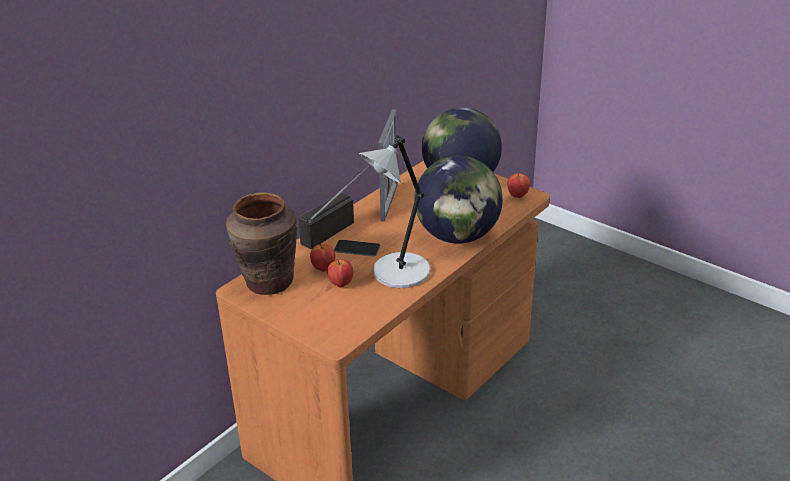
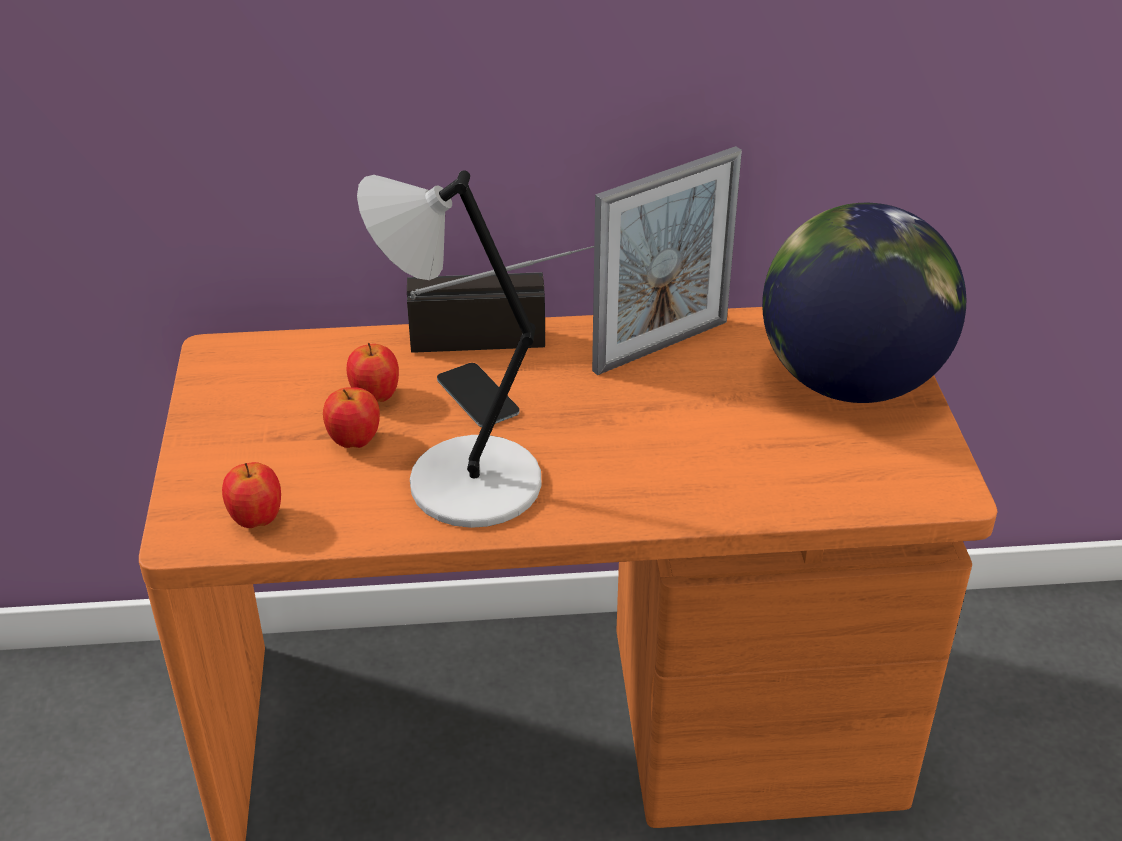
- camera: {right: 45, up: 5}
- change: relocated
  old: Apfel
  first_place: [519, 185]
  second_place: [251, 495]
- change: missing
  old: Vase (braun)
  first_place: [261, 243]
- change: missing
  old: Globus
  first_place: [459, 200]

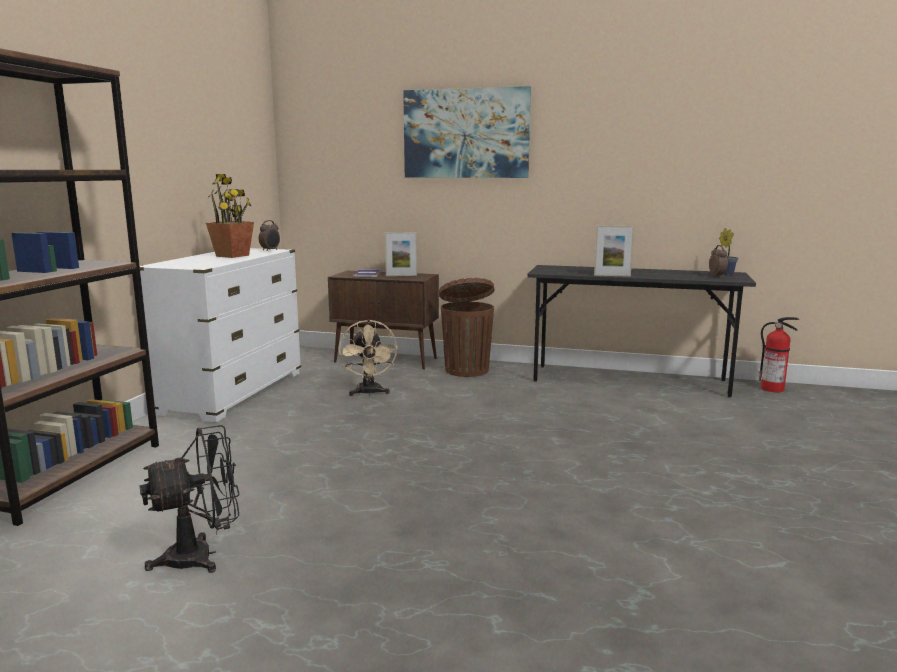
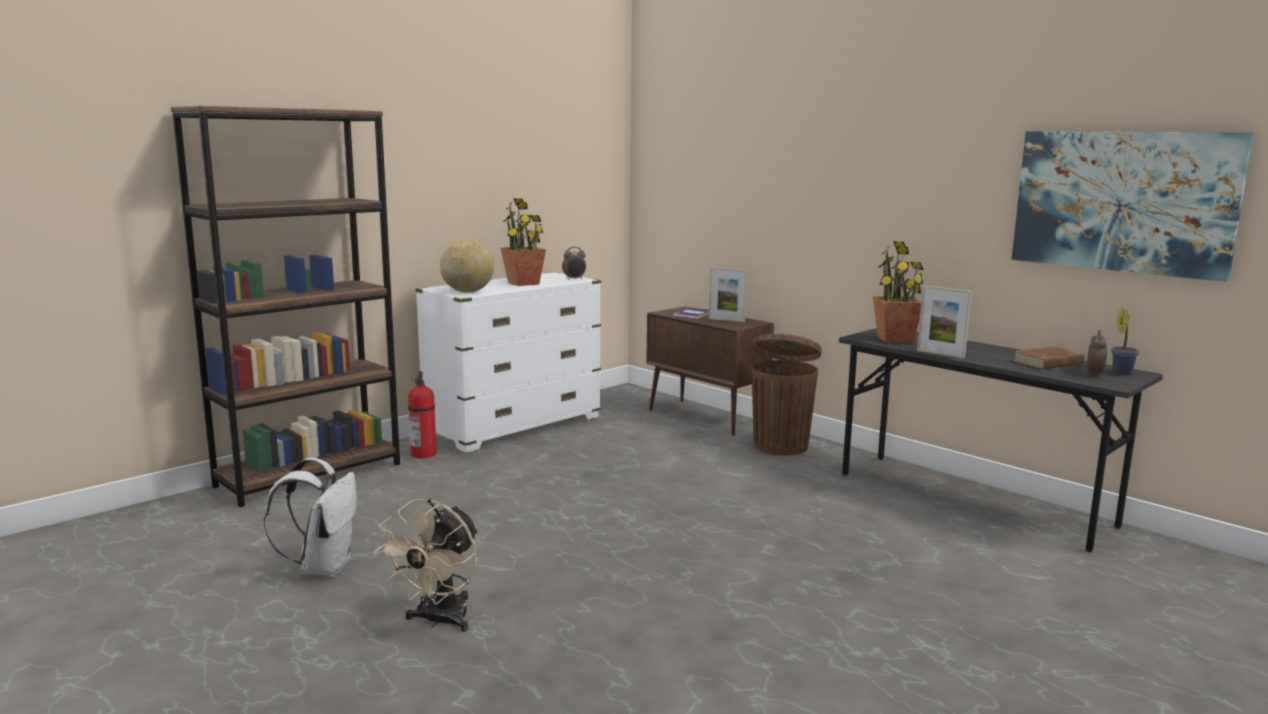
- camera: {right: 30, up: 0}
- change: exchanged
  old: Ventilator (schwarz)
  new: Rucksack (weiß)
  first_place: [189, 499]
  second_place: [310, 517]
- change: relocated
  old: Ventilator (beige)
  first_place: [368, 358]
  second_place: [426, 565]
- change: relocated
  old: Feuerlöscher
  first_place: [779, 354]
  second_place: [422, 415]
- change: appeared
  new: Globus
  second_place: [467, 266]
- change: appeared
  new: Topfpflanze
  second_place: [898, 292]
- change: relocated
  old: Bild
  first_place: [467, 132]
  second_place: [1133, 206]
- change: appeared
  new: Buch (braun)
  second_place: [1048, 357]

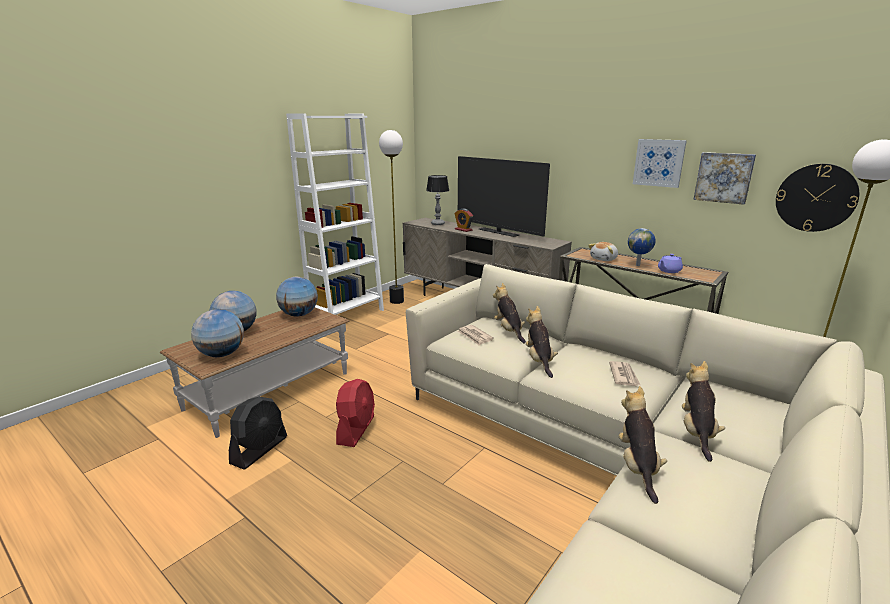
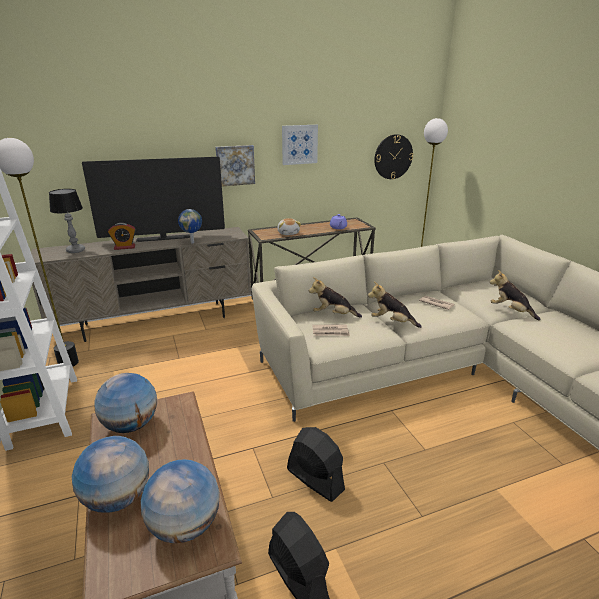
- camera: {right: -60, up: 5}
- change: relocated
  old: Globus
  first_place: [642, 247]
  second_place: [190, 226]
- change: relocated
  old: Bild
  first_place: [724, 178]
  second_place: [235, 165]
- change: colour
  old: Ventilator (rot)
  new: Ventilator (schwarz)
  first_place: [355, 413]
  second_place: [316, 464]
- change: missing
  old: Plüschtier
  first_place: [643, 445]

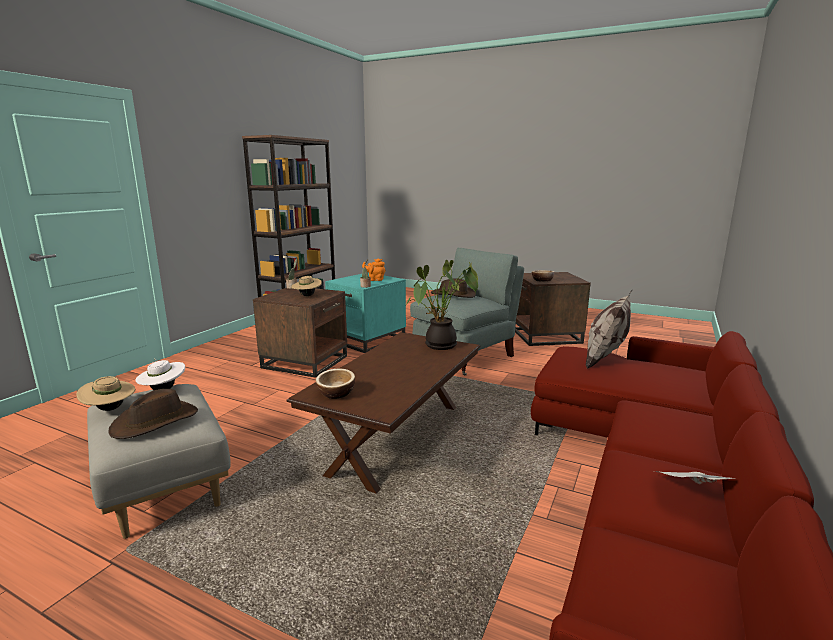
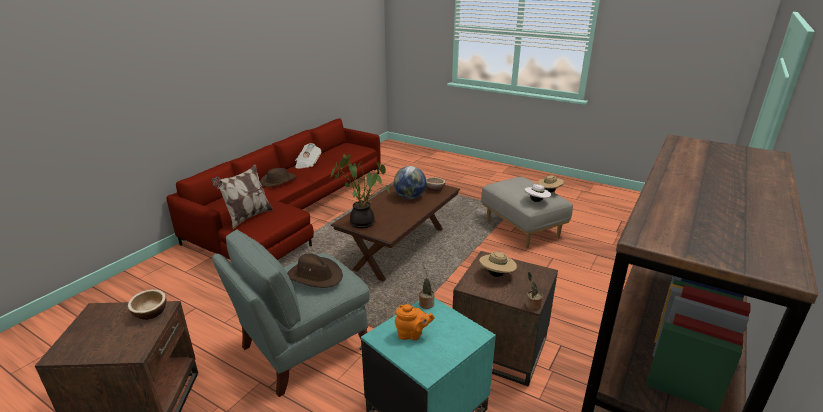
- camera: {right: -175, up: 10}
- change: relocated
  old: Hut (braun)
  first_place: [153, 414]
  second_place: [278, 177]
- change: appeared
  new: Globus
  second_place: [410, 182]

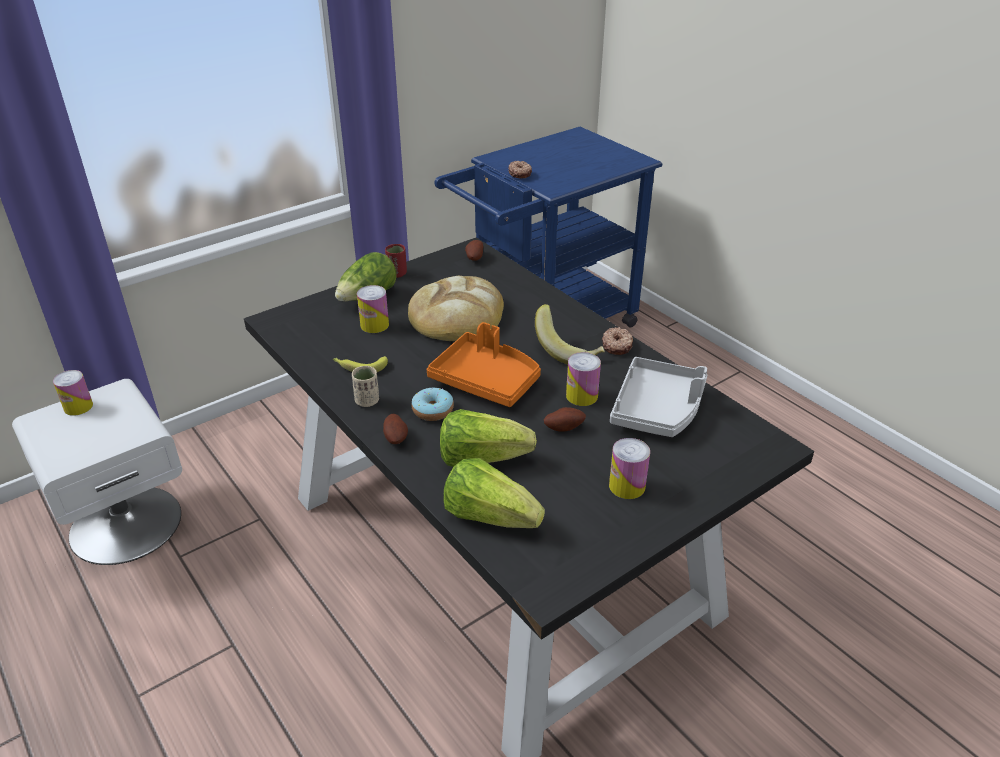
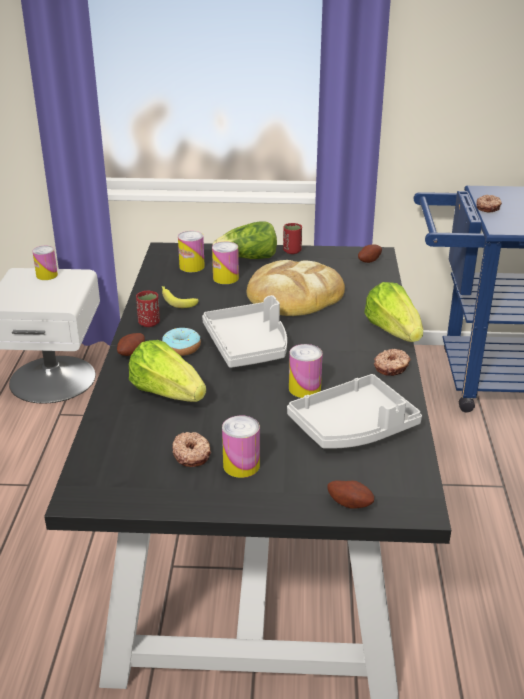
- camera: {right: 40, up: -5}
- change: colour
  old: Tasse (beige)
  new: Tasse (rot)
  first_place: [365, 386]
  second_place: [148, 309]
- change: appeared
  new: Donut
  second_place: [191, 449]
- change: appeared
  new: Dose
  second_place: [191, 251]
- change: colour
  old: Tablett (orange)
  new: Tablett (grau)
  first_place: [484, 364]
  second_place: [244, 331]
- change: relocated
  old: Kartoffel
  first_place: [565, 419]
  second_place: [350, 494]
- change: relocated
  old: Salatkopf
  first_place: [494, 493]
  second_place: [393, 312]
- change: missing
  old: Banane
  first_place: [570, 334]

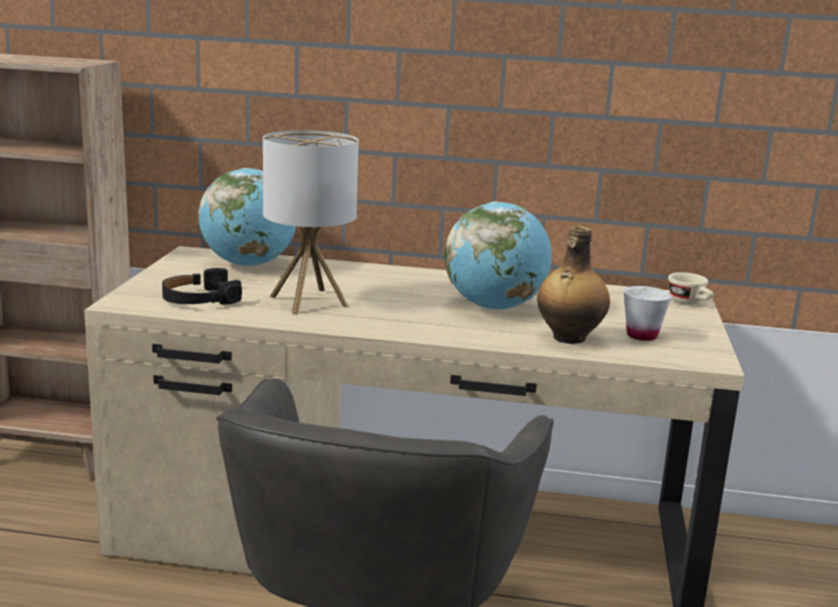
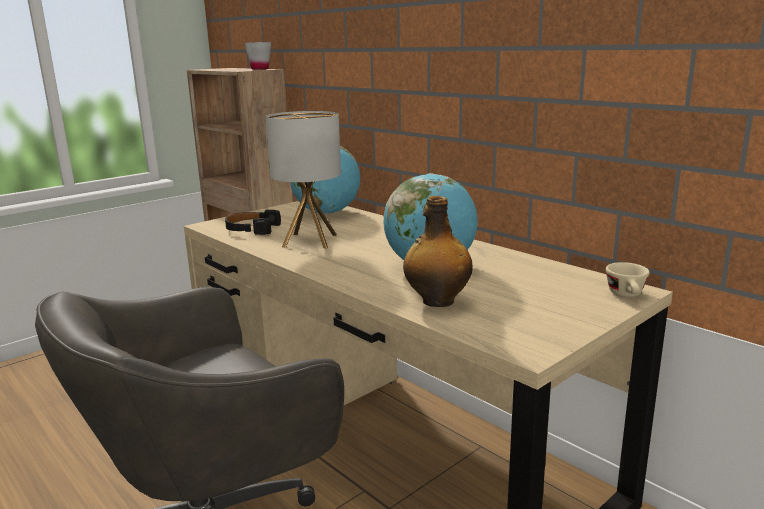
- camera: {right: 40, up: 0}
- change: relocated
  old: Tasse (weiß)
  first_place: [648, 313]
  second_place: [257, 56]

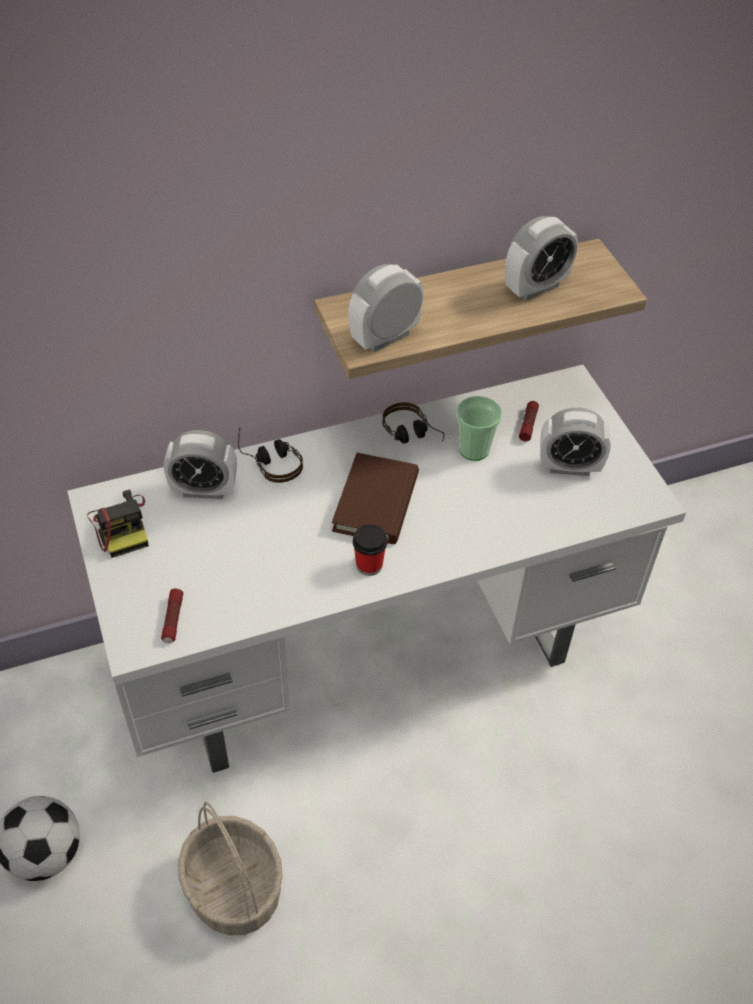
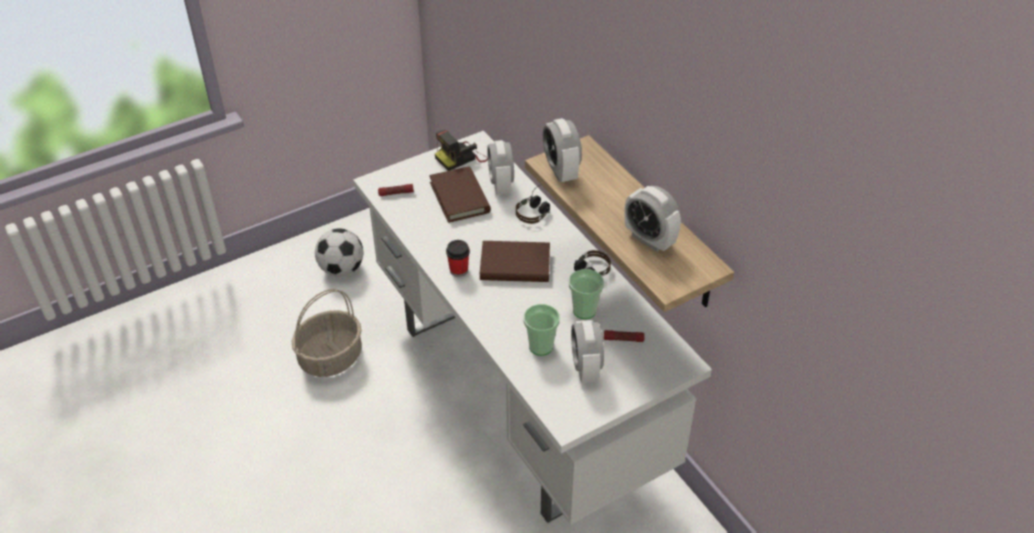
- camera: {right: 80, up: -5}
- change: appeared
  new: Buch (braun)
  second_place: [460, 194]
- change: appeared
  new: Tasse
  second_place: [541, 330]
- change: spun
  old: Wecker
  first_place: [386, 308]
  second_place: [562, 150]
  degrees: -150

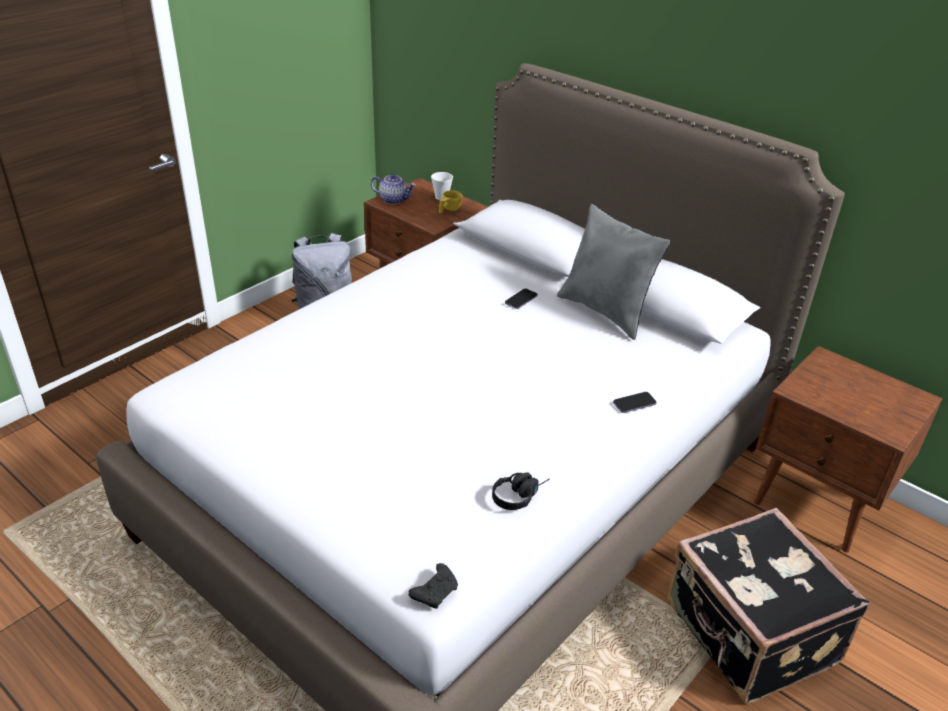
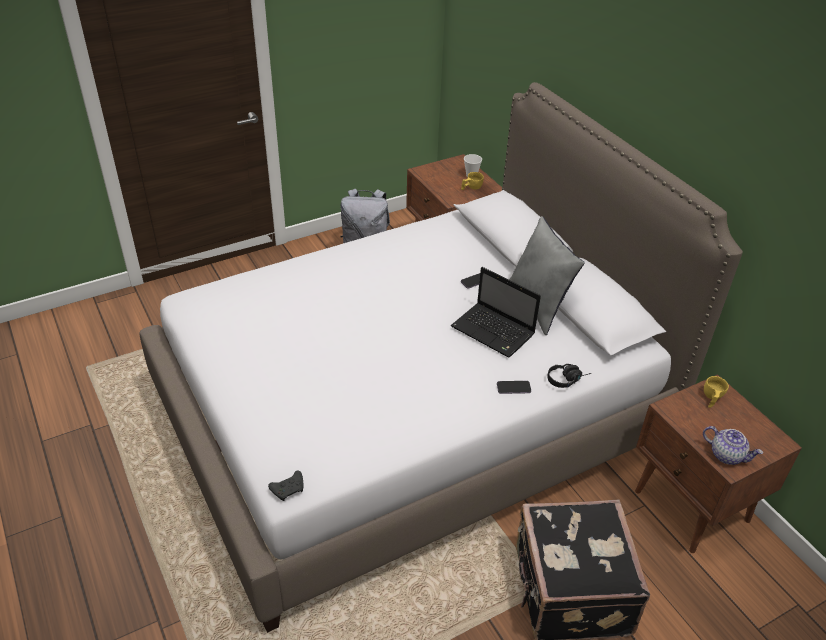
- camera: {right: 20, up: 5}
- change: appeared
  new: Laptop
  second_place: [496, 312]
- change: relocated
  old: Kopfhörer (schwarz)
  first_place: [520, 491]
  second_place: [569, 376]
- change: relocated
  old: Teekanne
  first_place: [393, 189]
  second_place: [733, 445]
- change: appeared
  new: Tasse (gelb)
  second_place: [716, 392]

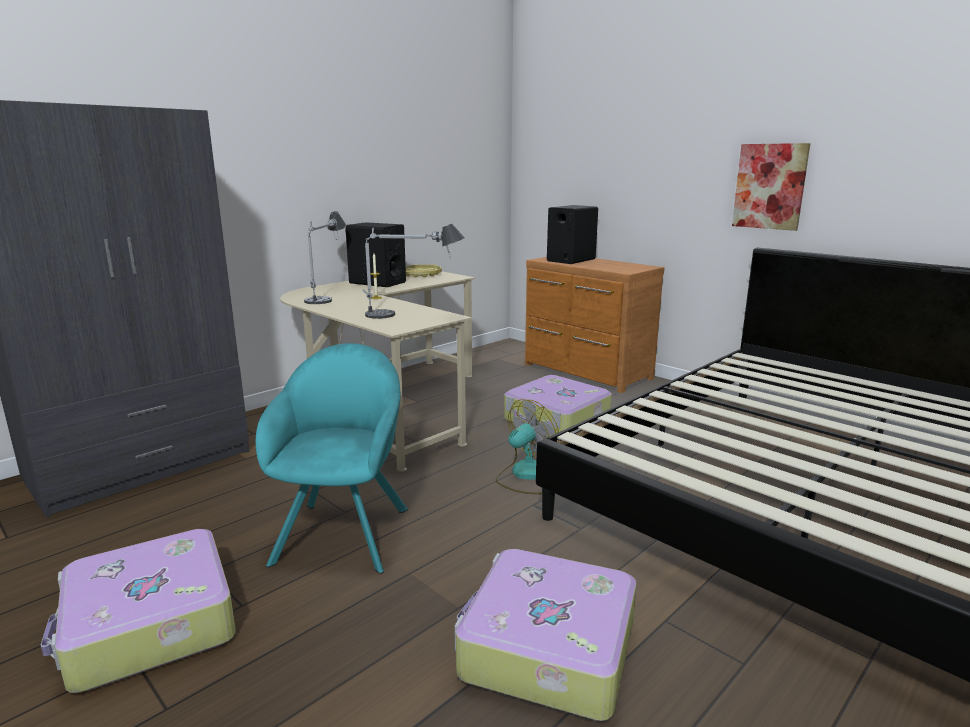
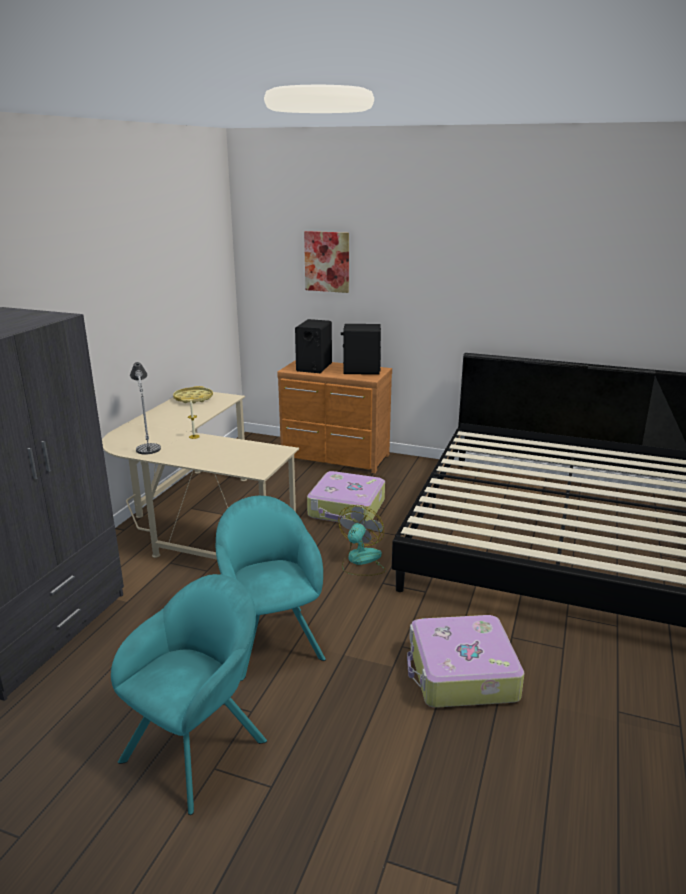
- camera: {right: -25, up: 5}
- change: exchanged
  old: Koffer
  new: Sessel (türkis)
  first_place: [138, 611]
  second_place: [189, 694]
- change: relocated
  old: Bild
  first_place: [771, 187]
  second_place: [326, 262]
- change: relocated
  old: Lautsprecher (schwarz)
  first_place: [375, 255]
  second_place: [361, 349]
- change: missing
  old: Tischlampe
  first_place: [413, 271]

